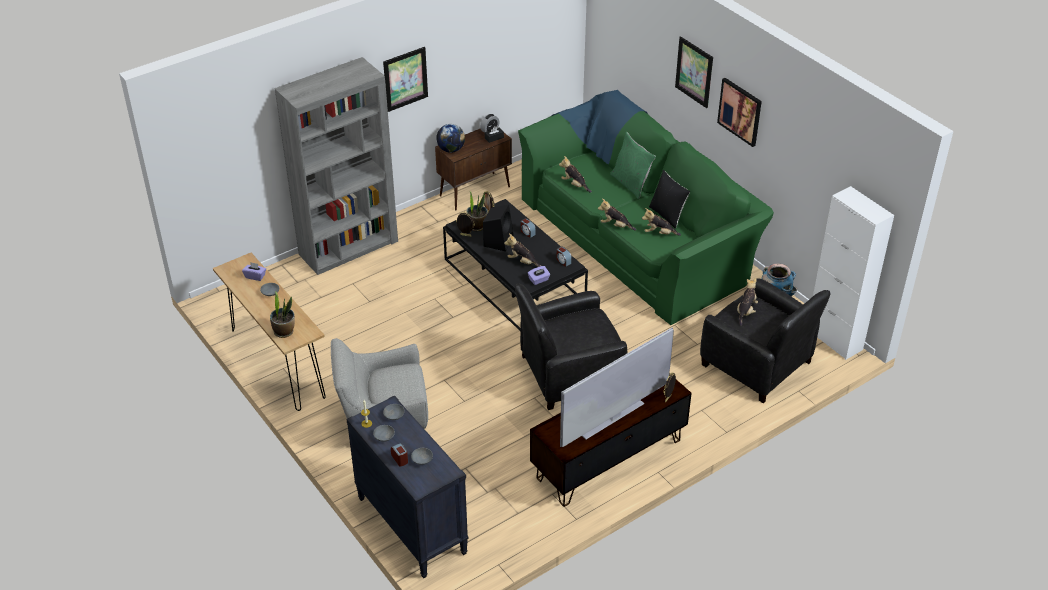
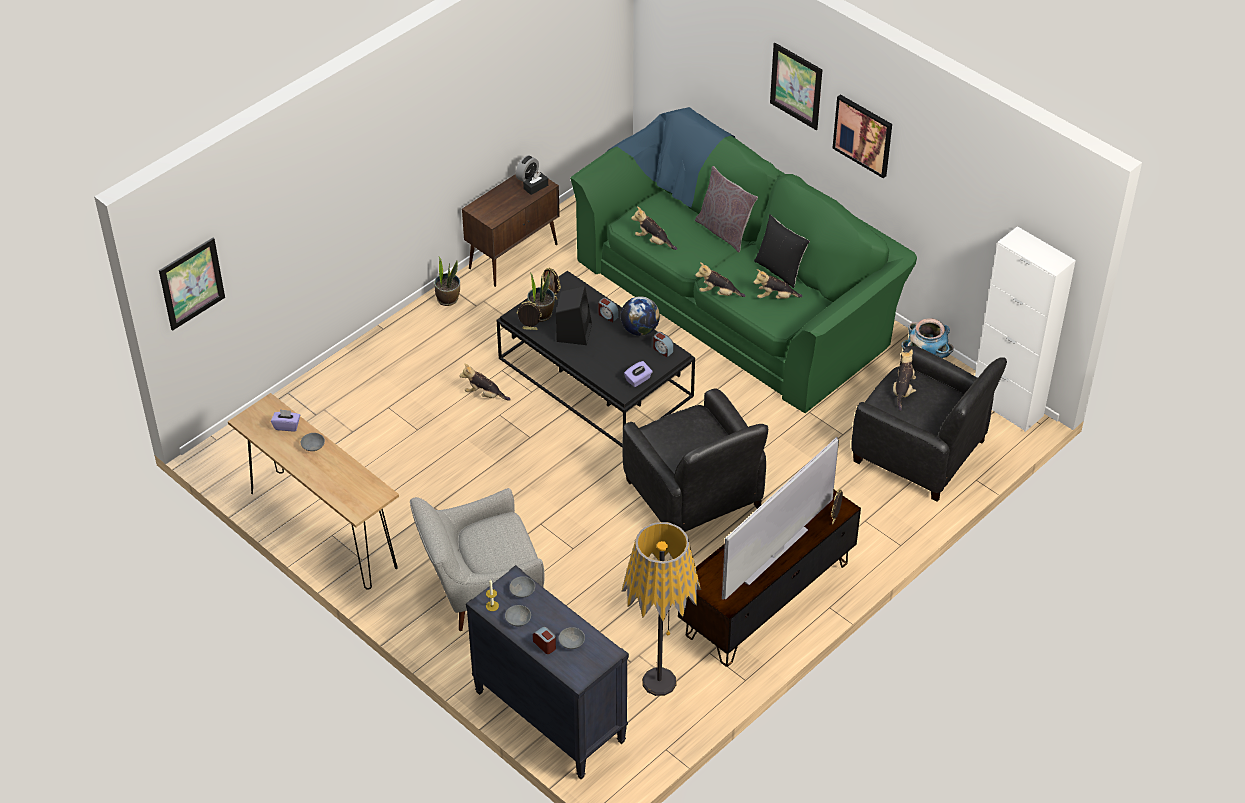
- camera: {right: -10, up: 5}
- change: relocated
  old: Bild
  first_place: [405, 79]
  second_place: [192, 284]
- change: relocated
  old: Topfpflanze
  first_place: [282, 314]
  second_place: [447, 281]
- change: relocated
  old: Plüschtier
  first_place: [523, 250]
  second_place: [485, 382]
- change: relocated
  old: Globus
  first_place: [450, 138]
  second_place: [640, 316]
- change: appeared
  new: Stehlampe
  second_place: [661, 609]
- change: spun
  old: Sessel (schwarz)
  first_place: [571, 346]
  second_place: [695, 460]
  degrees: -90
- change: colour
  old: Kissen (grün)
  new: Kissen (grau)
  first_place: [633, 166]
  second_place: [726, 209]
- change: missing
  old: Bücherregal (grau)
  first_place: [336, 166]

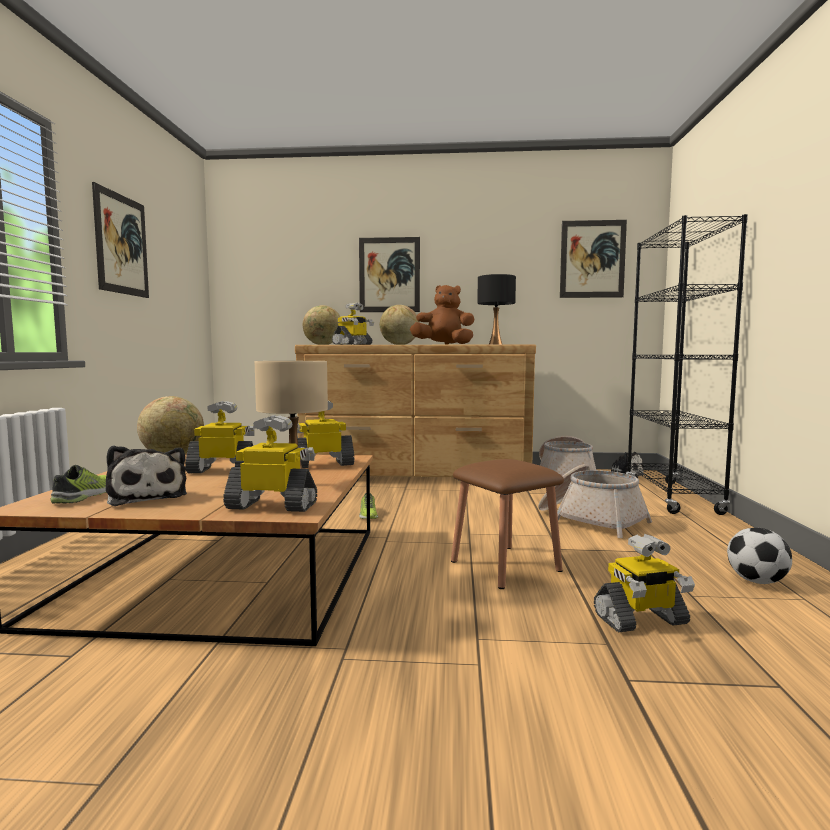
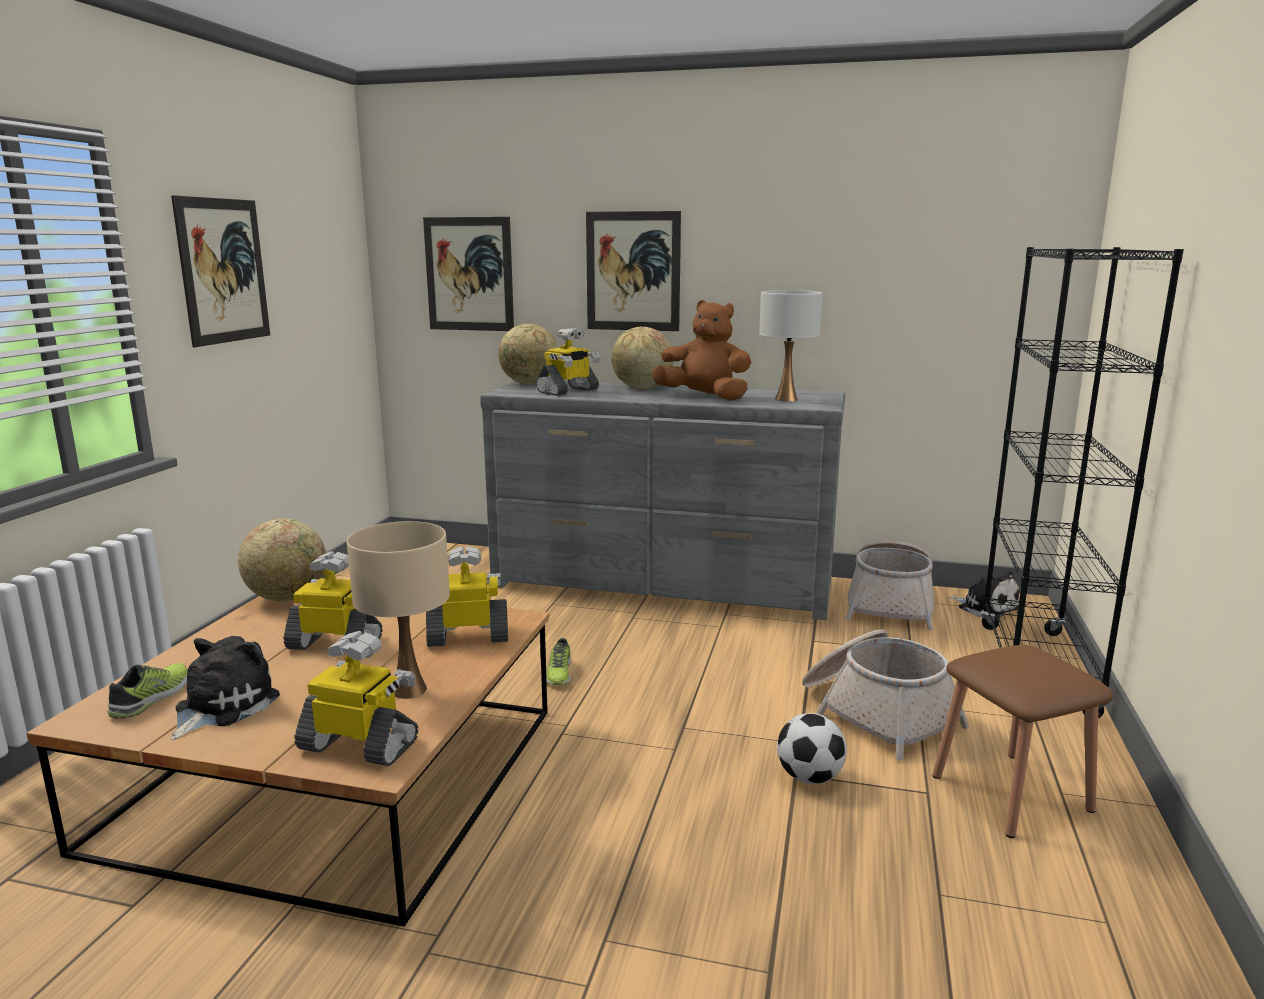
- camera: {right: 10, up: 10}
- change: spun
  old: Plüschtier
  first_place: [146, 476]
  second_place: [225, 688]
  degrees: -135
- change: relocated
  old: Bild
  first_place: [593, 259]
  second_place: [468, 274]
- change: colour
  old: Kommode (braun)
  new: Kommode (grau)
  first_place: [415, 410]
  second_place: [662, 500]
- change: colour
  old: Tischlampe (schwarz)
  new: Tischlampe (weiß)
  first_place: [496, 309]
  second_place: [791, 346]
- change: relocated
  old: Fußball
  first_place: [759, 556]
  second_place: [812, 748]
- change: relocated
  old: Hocker (braun)
  first_place: [507, 524]
  second_place: [1023, 741]
- change: missing
  old: Spielzeugroboter
  first_place: [644, 583]

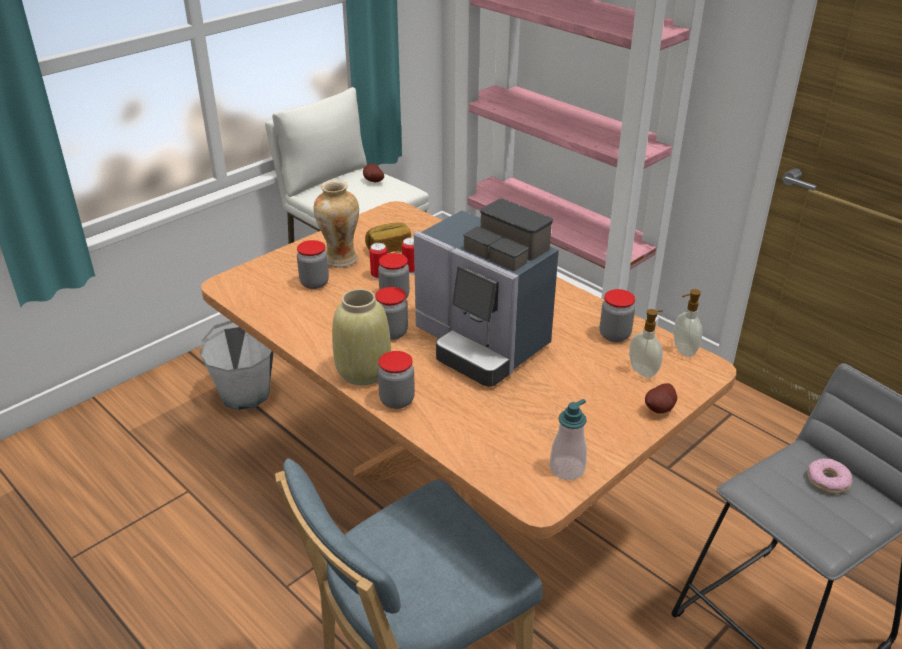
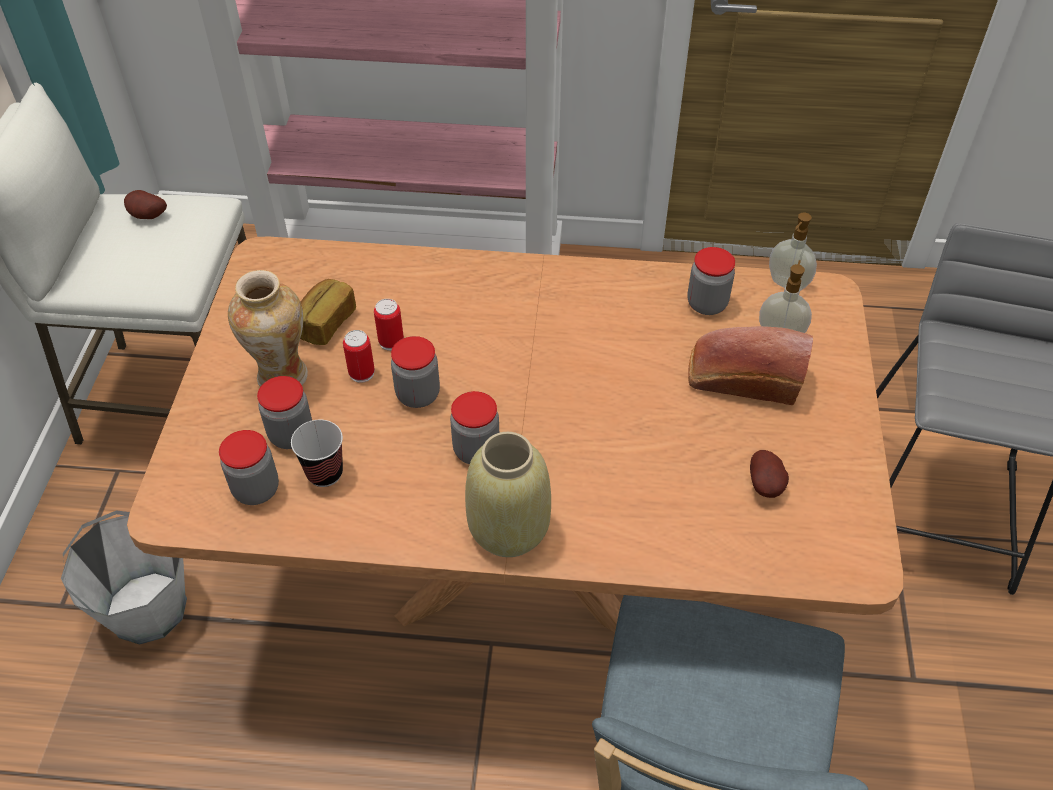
- camera: {right: -40, up: 15}
- change: relocated
  old: Vorratsglas
  first_place: [396, 380]
  second_place: [249, 467]
- change: appeared
  new: Tasse
  second_place: [317, 453]
- change: appeared
  new: Brot
  second_place: [750, 365]
- change: relocated
  old: Kartoffel
  first_place: [661, 398]
  second_place: [769, 474]
- change: missing
  old: Kaffeemaschine
  first_place: [486, 293]
- change: missing
  old: Seifenspender
  first_place: [568, 439]
- change: missing
  old: Donut
  first_place: [829, 476]

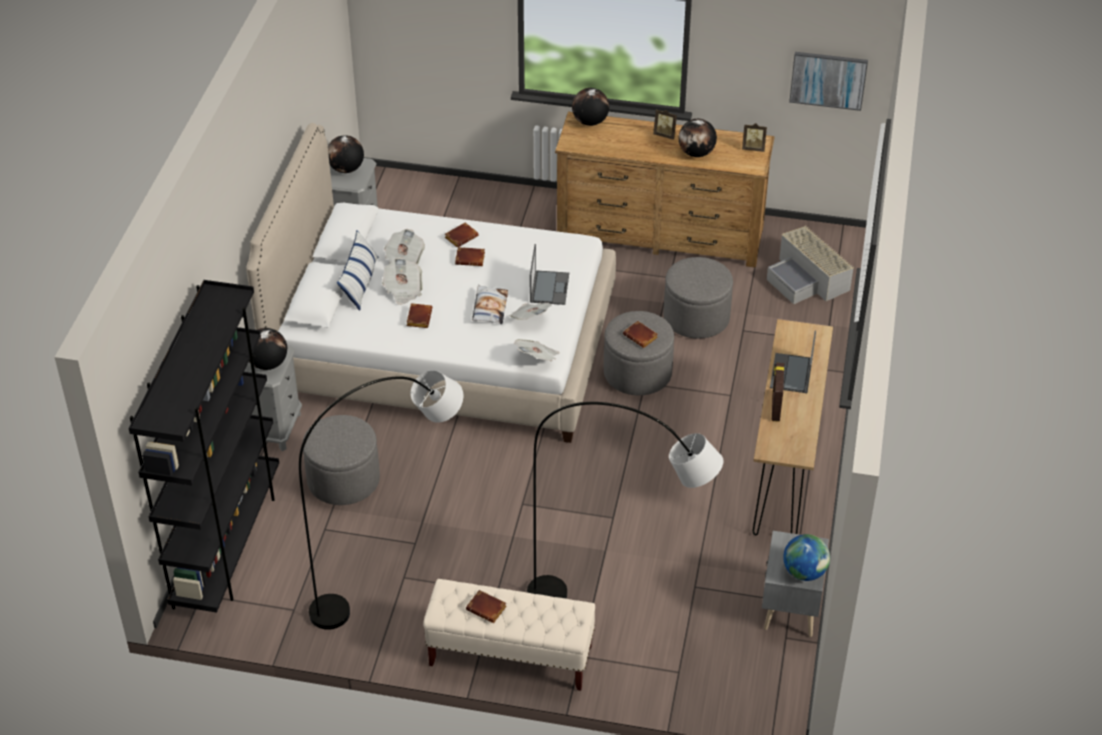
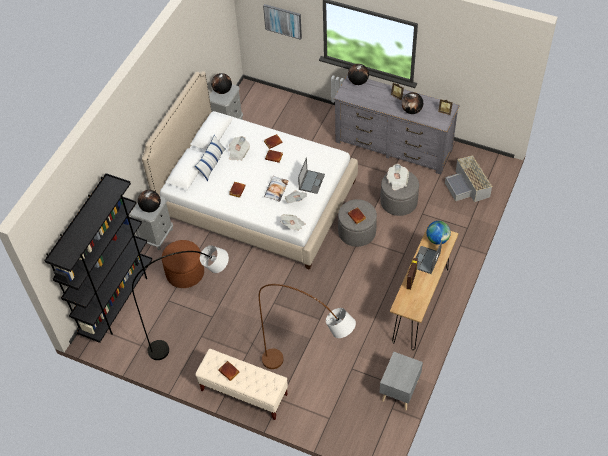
- camera: {right: 15, up: 10}
- change: colour
  old: Polsterhocker (grau)
  new: Polsterhocker (braun)
  first_place: [341, 460]
  second_place: [183, 264]
- change: colour
  old: Stehlampe (grau)
  new: Stehlampe (braun)
  first_place: [625, 500]
  second_place: [307, 326]
- change: relocated
  old: Bild
  first_place: [828, 81]
  second_place: [282, 22]
- change: colour
  old: Kommode (braun)
  new: Kommode (grau)
  first_place: [665, 190]
  second_place: [397, 124]
- change: relocated
  old: Zeitung
  first_place: [402, 281]
  second_place: [397, 177]
- change: relocated
  old: Globus
  first_place: [806, 557]
  second_place: [439, 233]

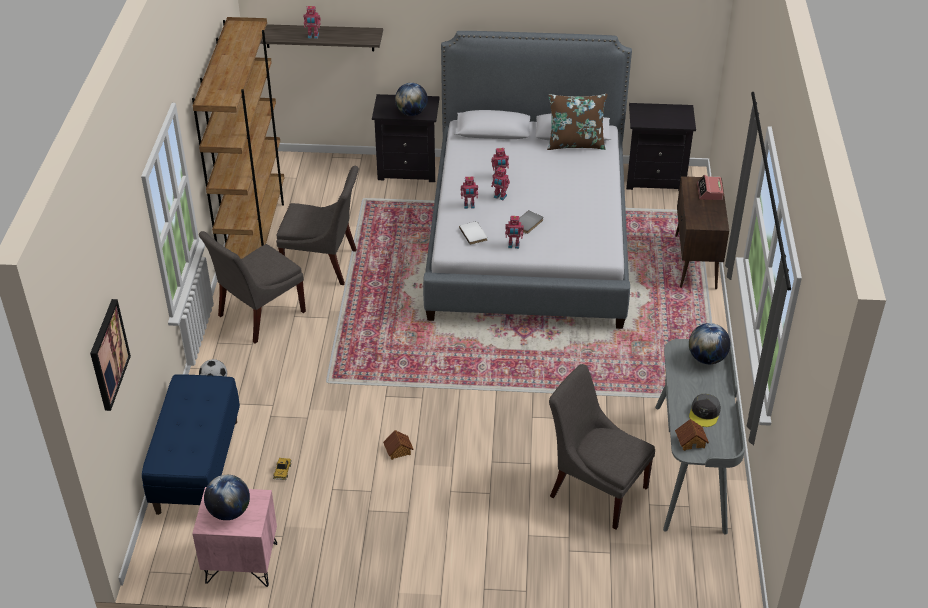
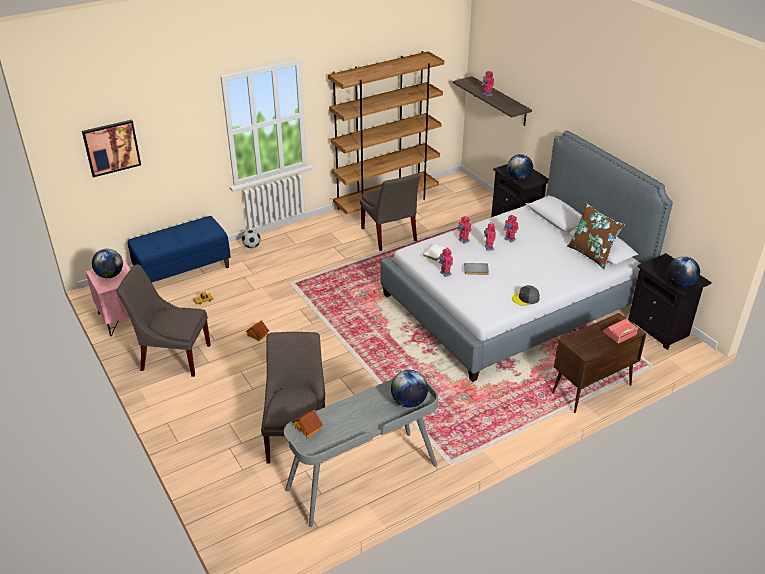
- camera: {right: 55, up: -5}
- change: relocated
  old: Stuhl (grau)
  first_place: [252, 287]
  second_place: [164, 320]
- change: relocated
  old: Kappe (grau)
  first_place: [705, 410]
  second_place: [526, 295]
- change: appeared
  new: Globus
  second_place: [683, 272]

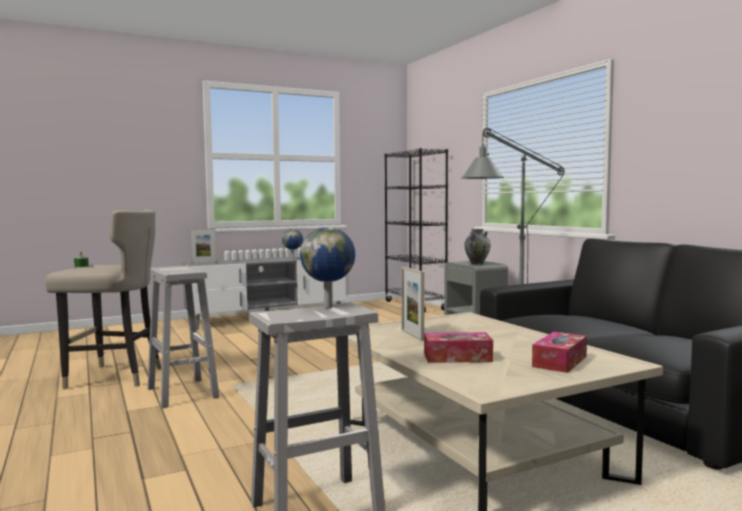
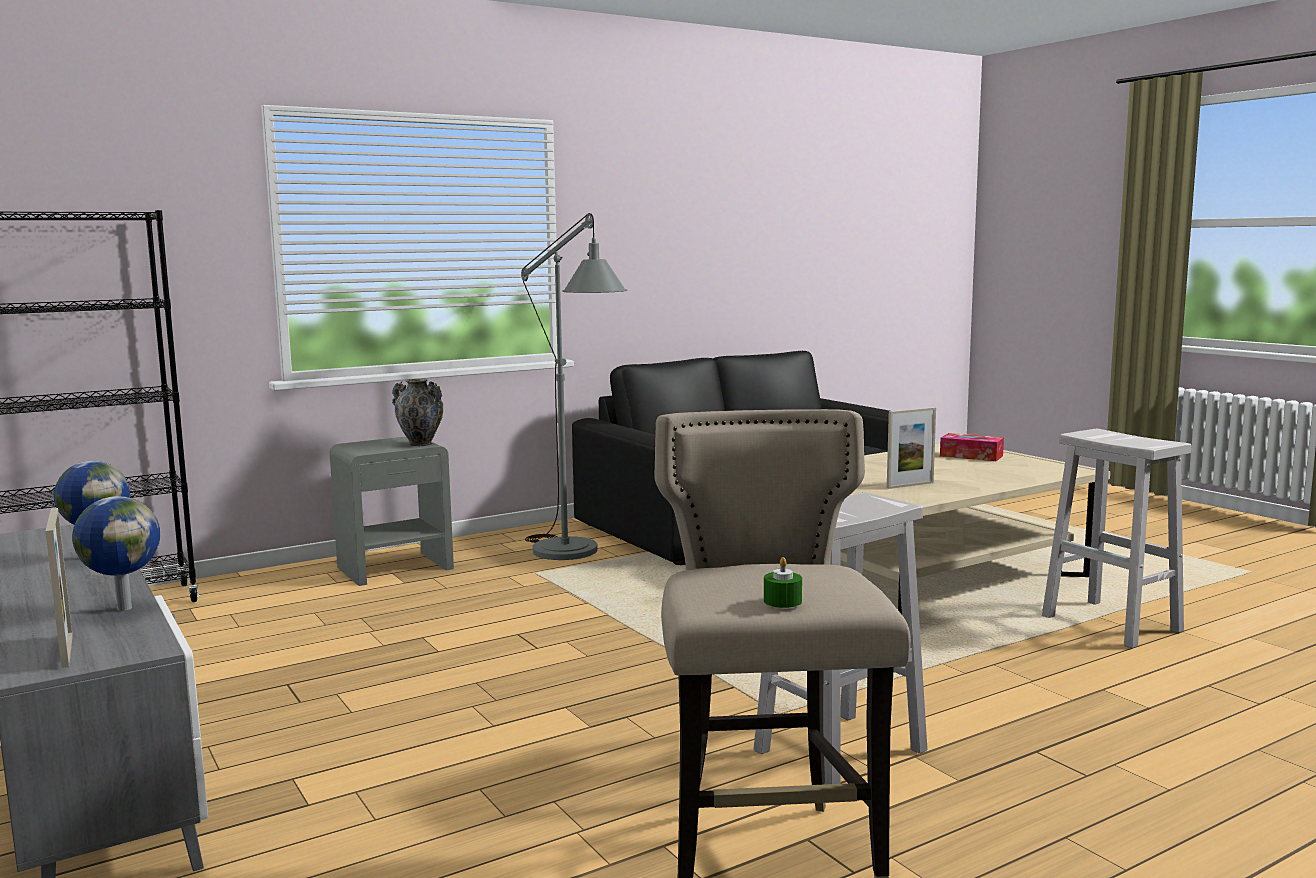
- camera: {right: -95, up: 5}
- change: relocated
  old: Globus
  first_place: [327, 267]
  second_place: [116, 553]
- change: missing
  old: Taschentuchbox
  first_place: [458, 347]

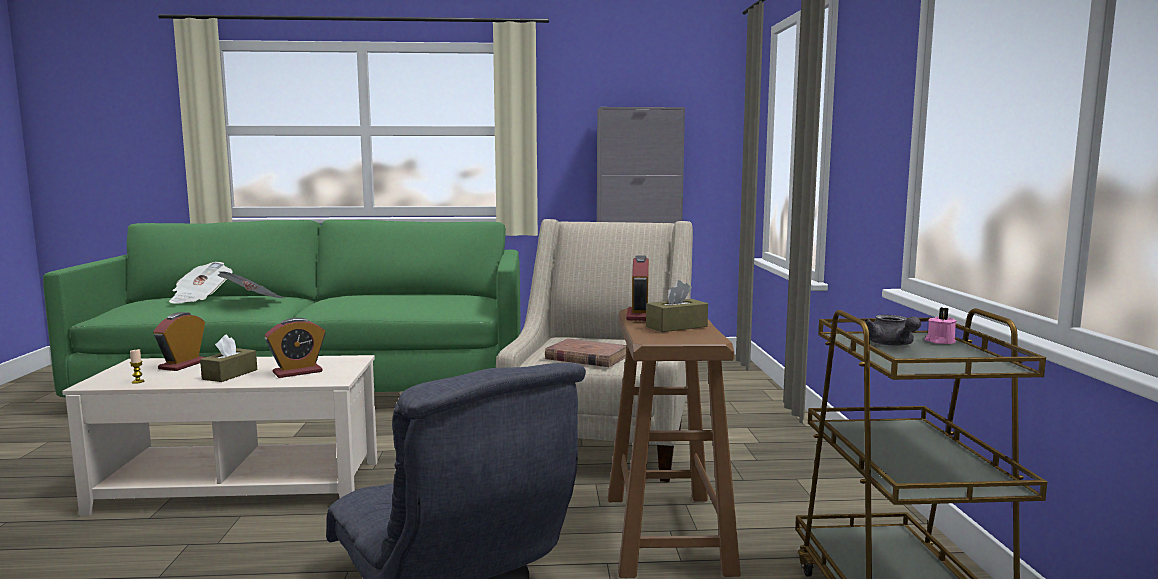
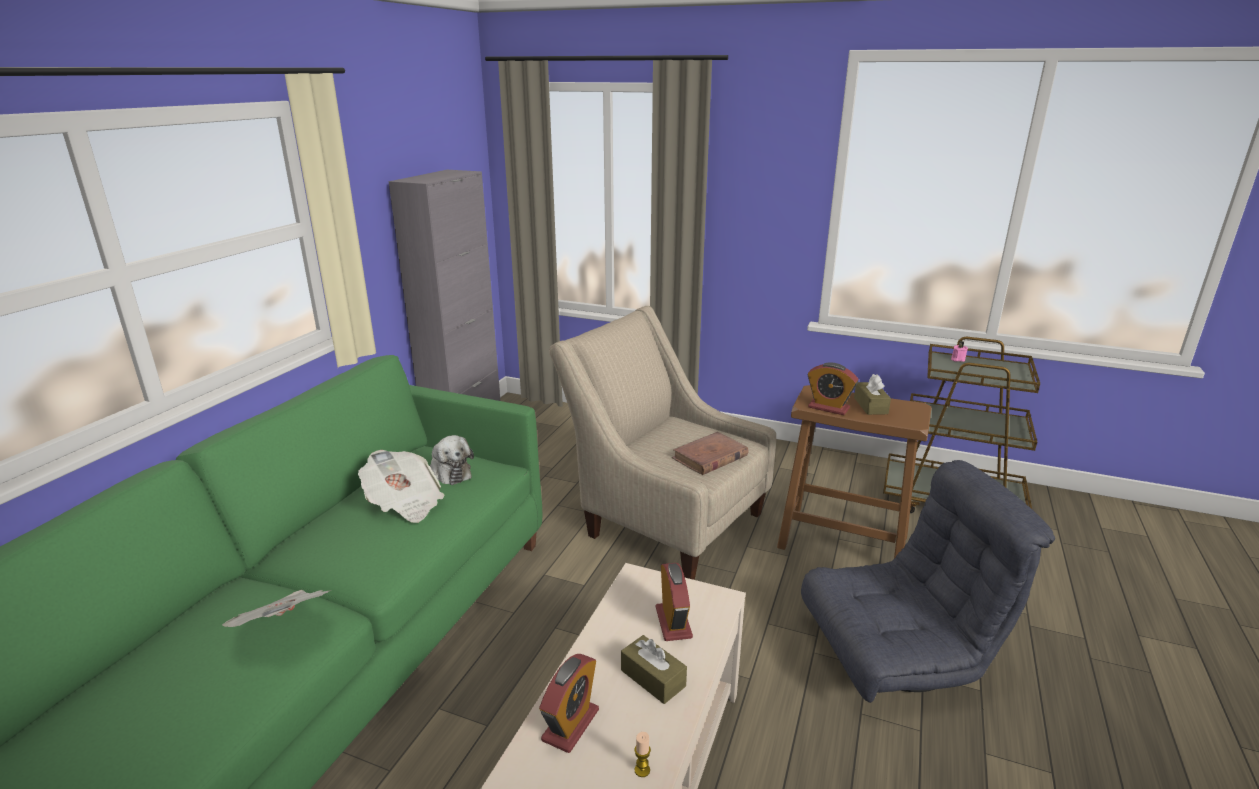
- camera: {right: -65, up: 15}
- change: relocated
  old: Zeitung
  first_place: [200, 283]
  second_place: [401, 486]
- change: appeared
  new: Plüschtier
  second_place: [452, 460]
- change: spun
  old: Wecker
  first_place: [179, 341]
  second_place: [569, 703]
  degrees: -105
- change: missing
  old: Teekanne (grau)
  first_place: [892, 330]

